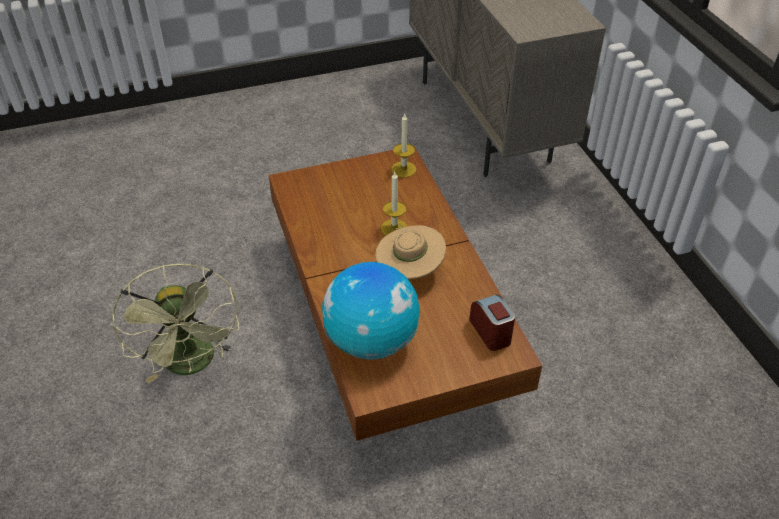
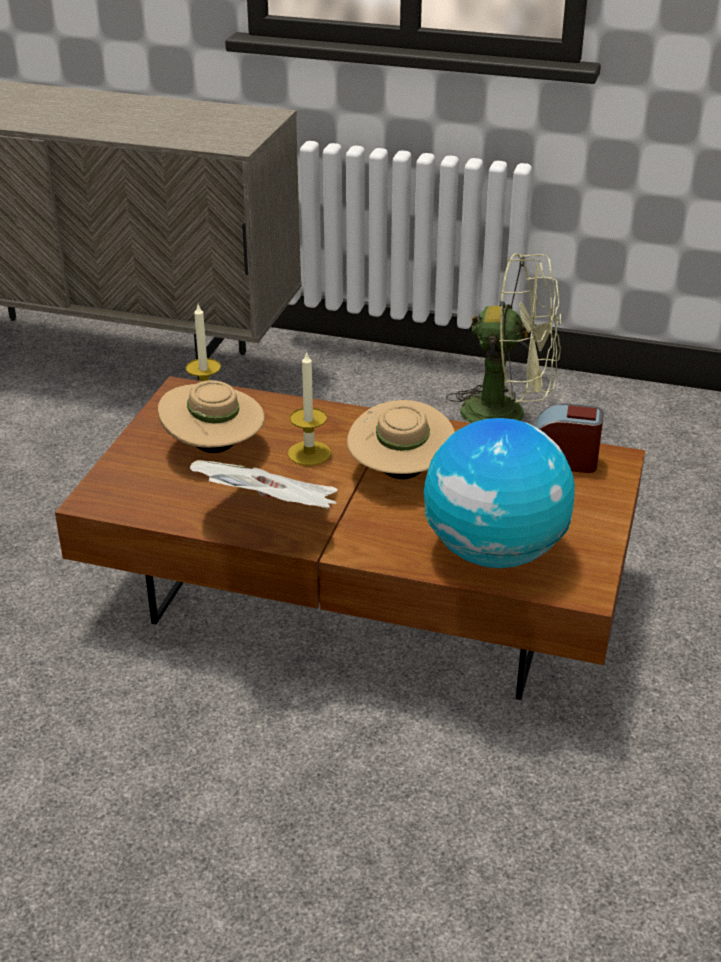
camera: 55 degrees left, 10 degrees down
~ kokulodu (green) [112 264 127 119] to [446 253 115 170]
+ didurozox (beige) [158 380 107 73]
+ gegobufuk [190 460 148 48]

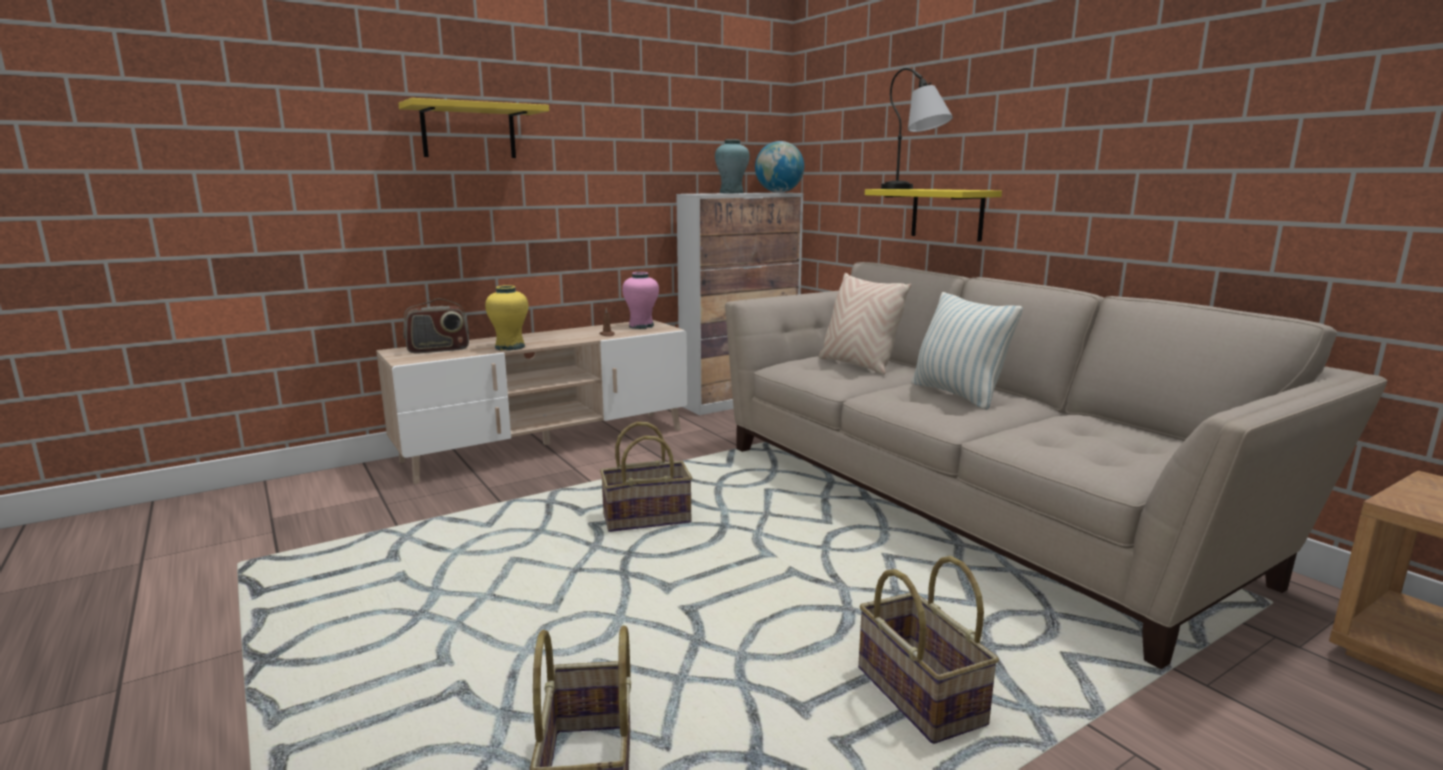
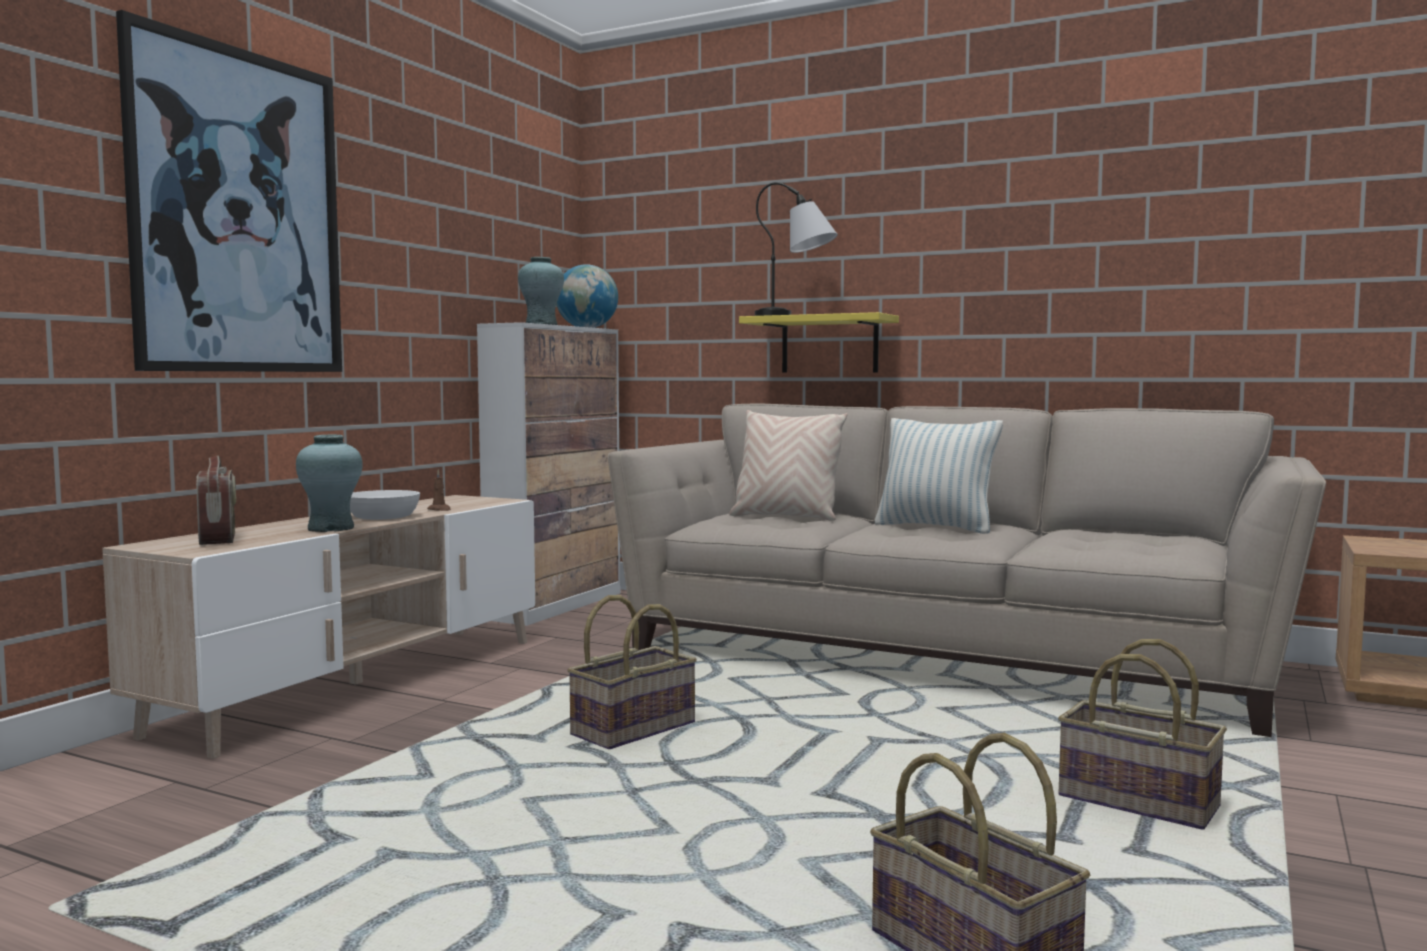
camera: 30 degrees left, 10 degrees down
~ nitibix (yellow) [398 98 151 60] to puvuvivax [116 10 226 362]
~ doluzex [404 298 65 55] = [196 455 40 90] 60 degrees counterclockwise
~ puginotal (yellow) [485 285 44 66] to puginotal (turquoise) [296 434 67 98]
- puginotal (pink) [622 272 37 57]
+ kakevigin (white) [350 490 70 30]

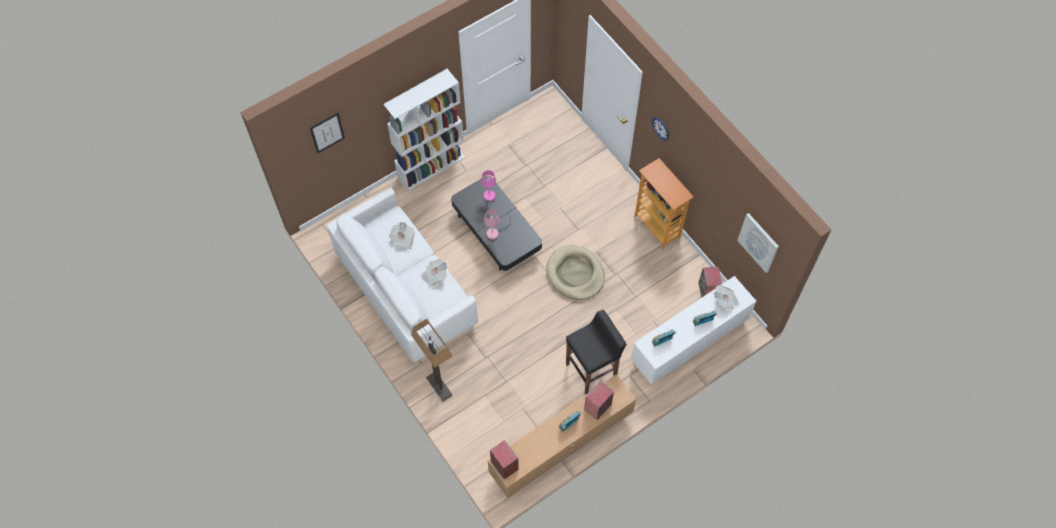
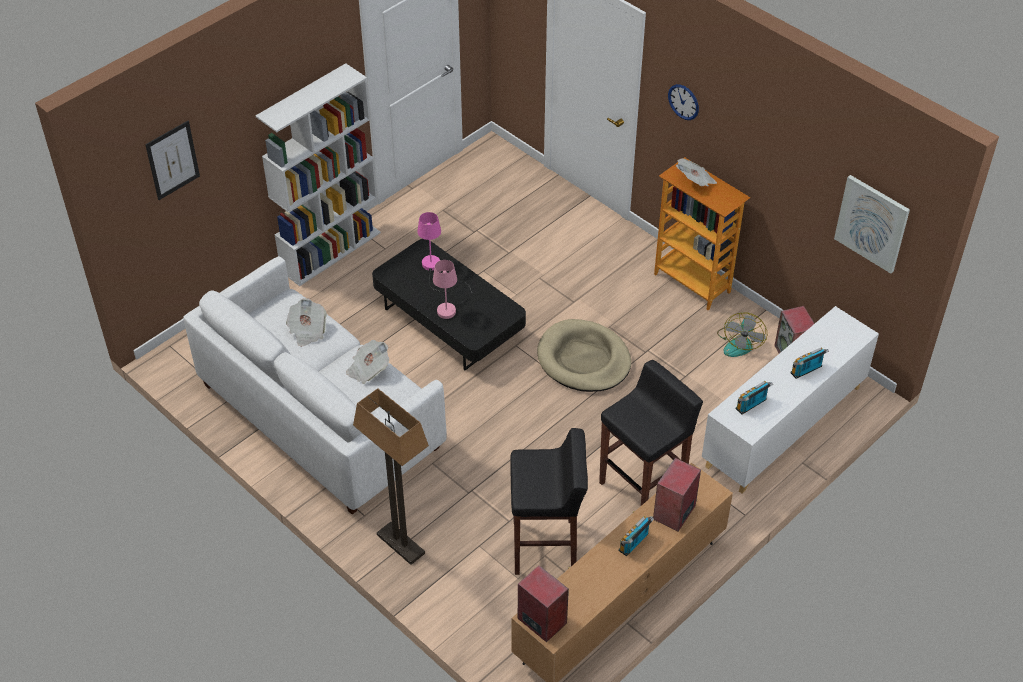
camera: 10 degrees left, 15 degrees down
~ gegobufuk [713 285 27 25] to [676 158 41 29]
+ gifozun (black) [510 428 78 147]
+ kokulodu [717 312 50 45]

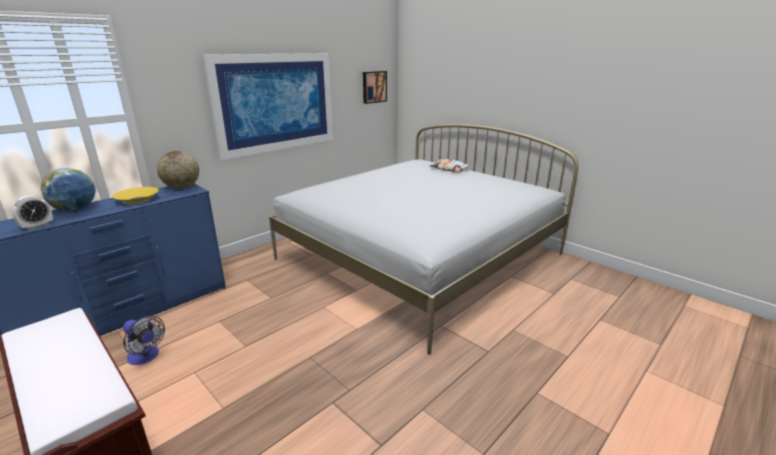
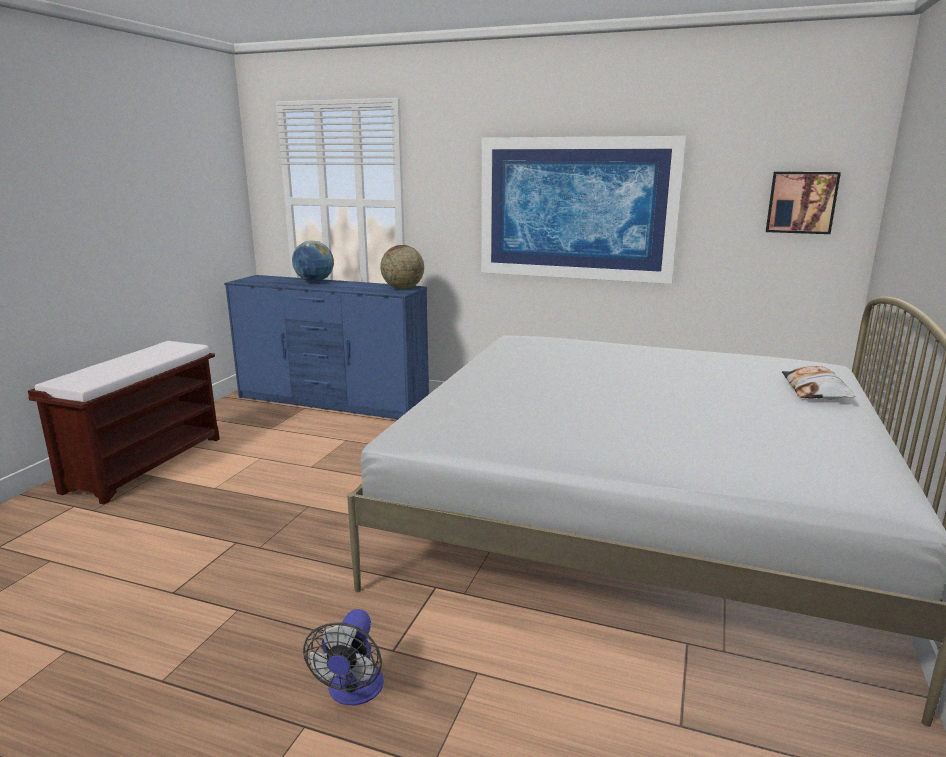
camera: 65 degrees right, 5 degrees down
- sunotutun [12 195 41 35]
- kakevigin (yellow) [112 187 47 17]
~ kokulodu [123 316 42 49] to [303 609 81 96]

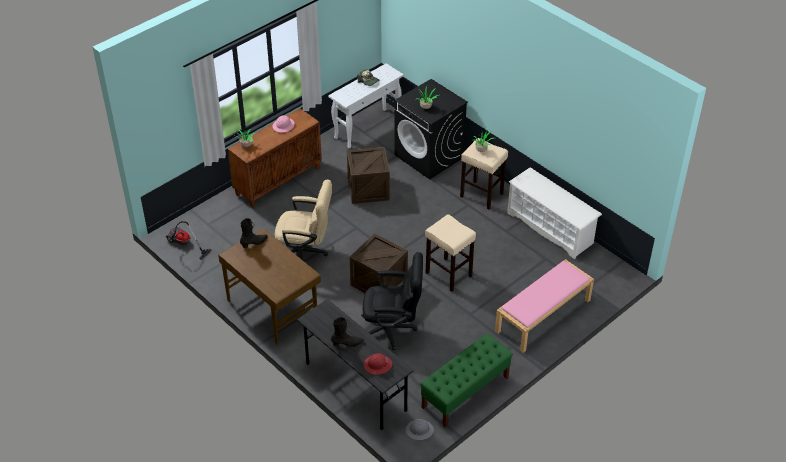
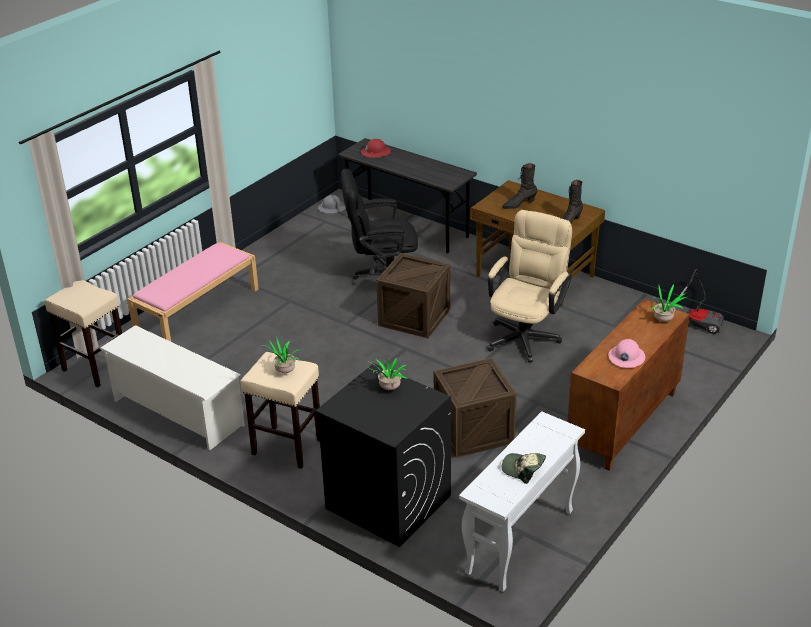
camera: 170 degrees right, 10 degrees down
~ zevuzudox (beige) [275 180 57 80] = [487 210 85 153] 120 degrees clockwise
~ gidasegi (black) [331 317 33 30] to [502 163 35 46]
- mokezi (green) [420 333 93 95]
~ gifozun (beige) [425 214 51 78] to [44 280 78 107]

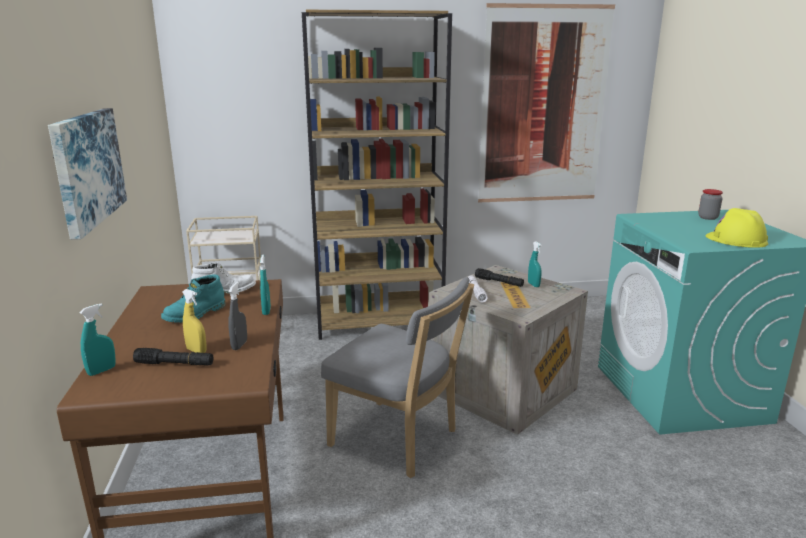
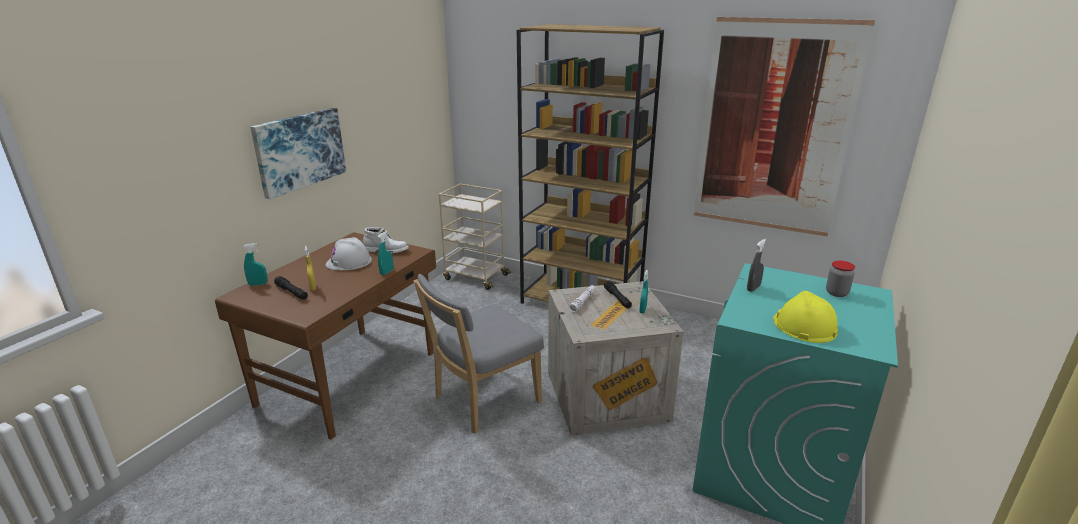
camera: 35 degrees right, 5 degrees up
~ gidasegi (turquoise) [161 274 65 49] to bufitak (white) [326 237 46 34]
~ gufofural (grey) [228 282 19 68] to [747 239 19 53]
~ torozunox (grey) [321 277 153 201] = [414 274 130 160] 75 degrees clockwise

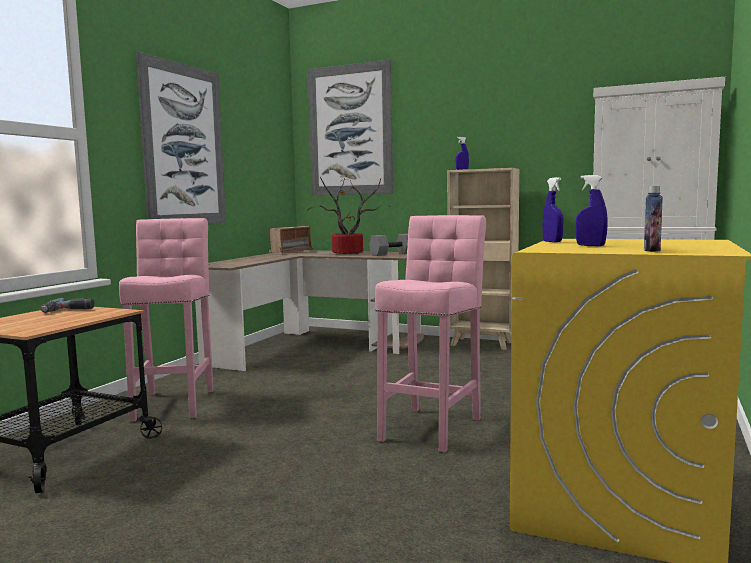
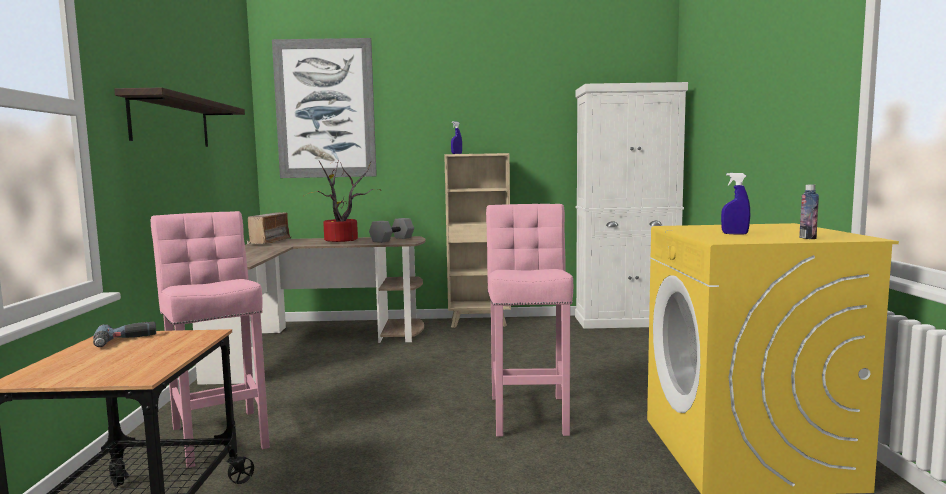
camera: 25 degrees left, 0 degrees up
~ puvuvivax [136 51 90 173] to nitibix [114 88 131 59]
- gufofural (blue) [543 177 21 65]

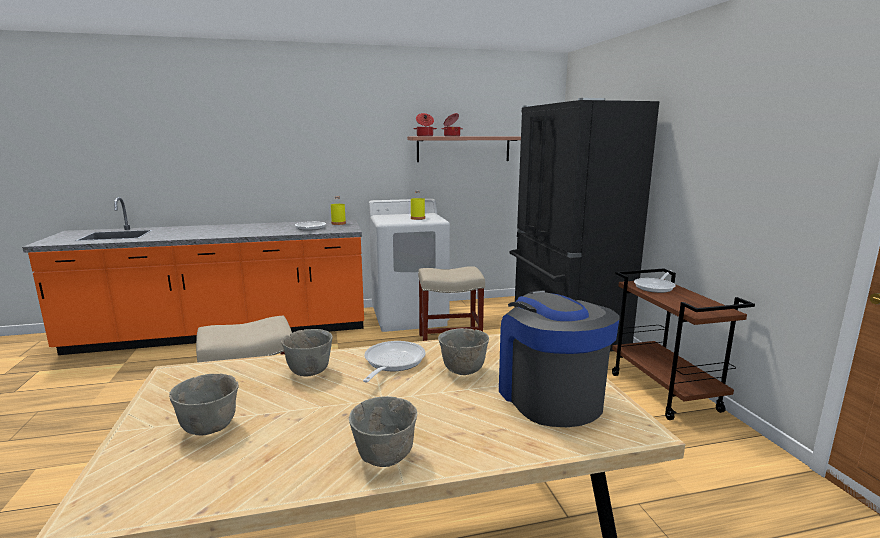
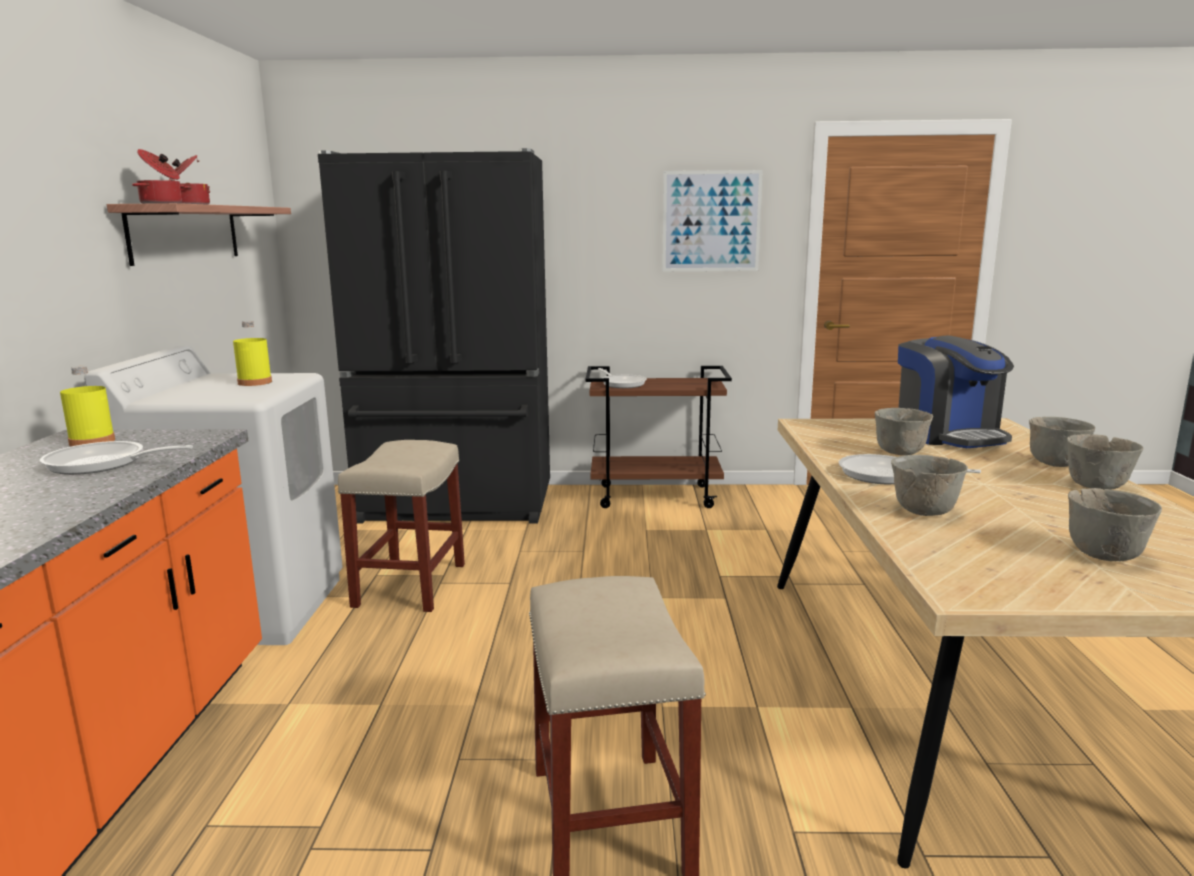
camera: 75 degrees left, 0 degrees up
~ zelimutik [499 290 120 137] = [898 336 116 112] 105 degrees counterclockwise
+ puvuvivax [662 170 101 101]
+ kakevigin (grey) [1029 417 66 50]

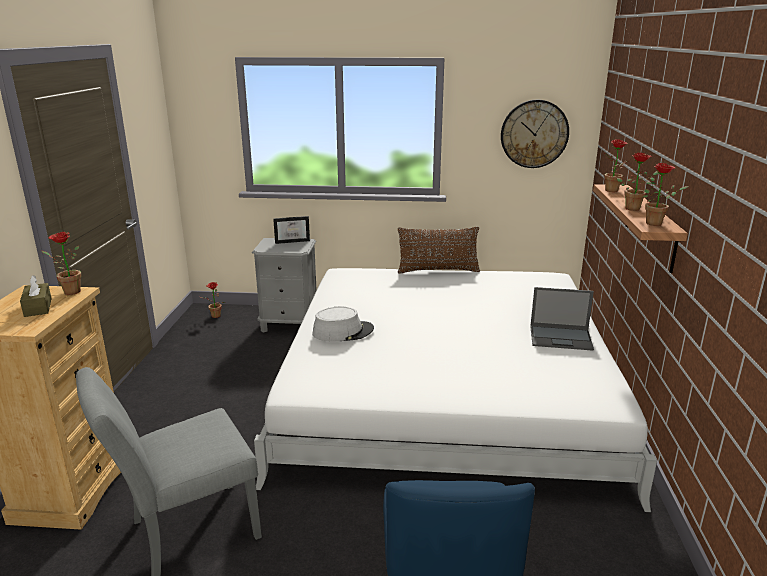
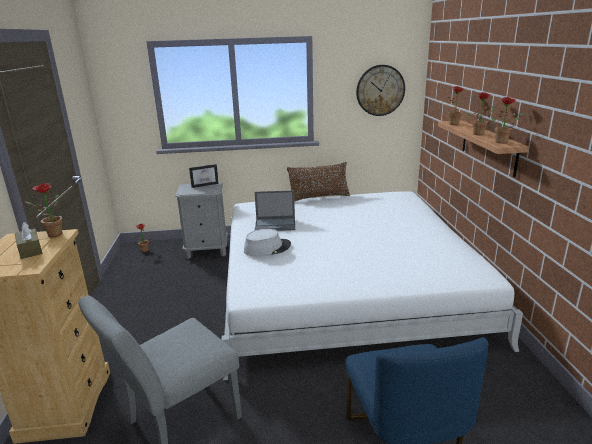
camera: 10 degrees left, 0 degrees up
~ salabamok [530 287 64 64] to [255 190 40 41]

